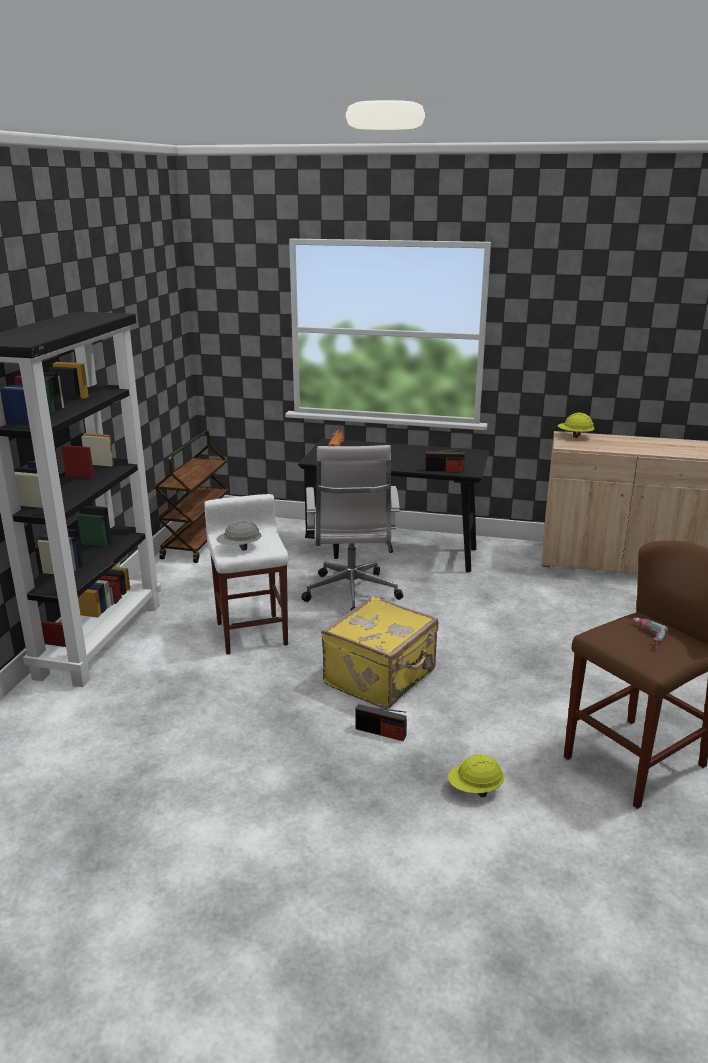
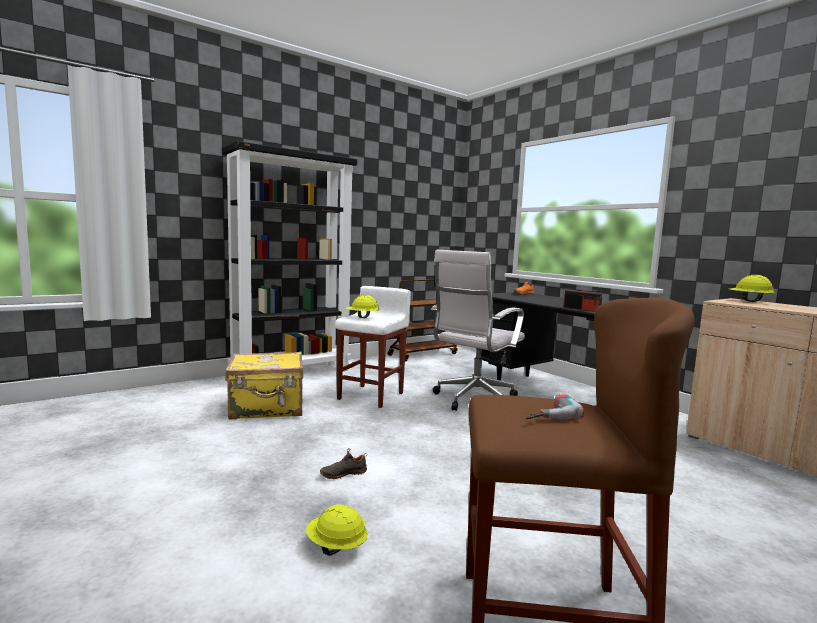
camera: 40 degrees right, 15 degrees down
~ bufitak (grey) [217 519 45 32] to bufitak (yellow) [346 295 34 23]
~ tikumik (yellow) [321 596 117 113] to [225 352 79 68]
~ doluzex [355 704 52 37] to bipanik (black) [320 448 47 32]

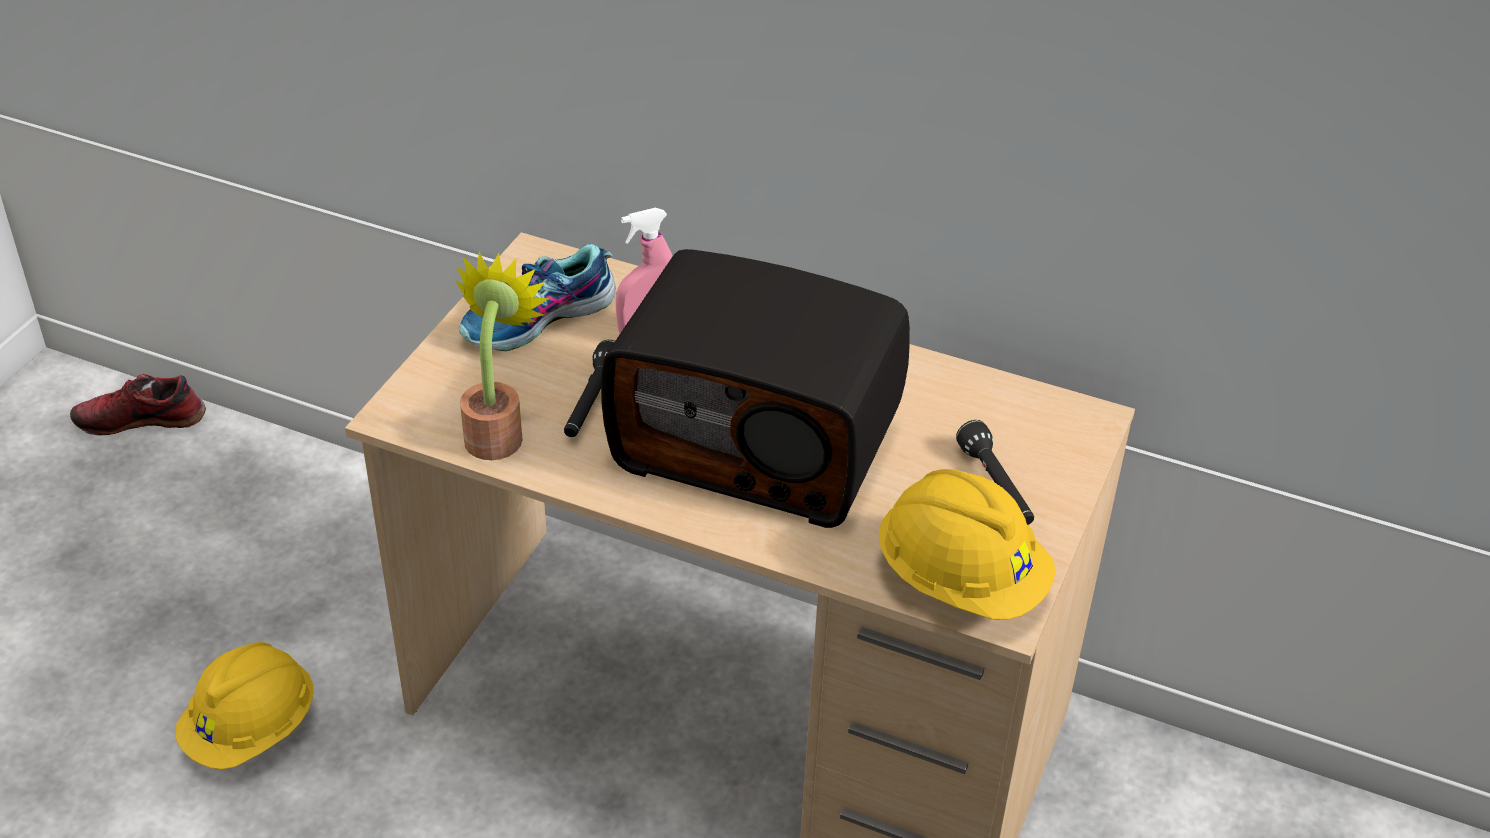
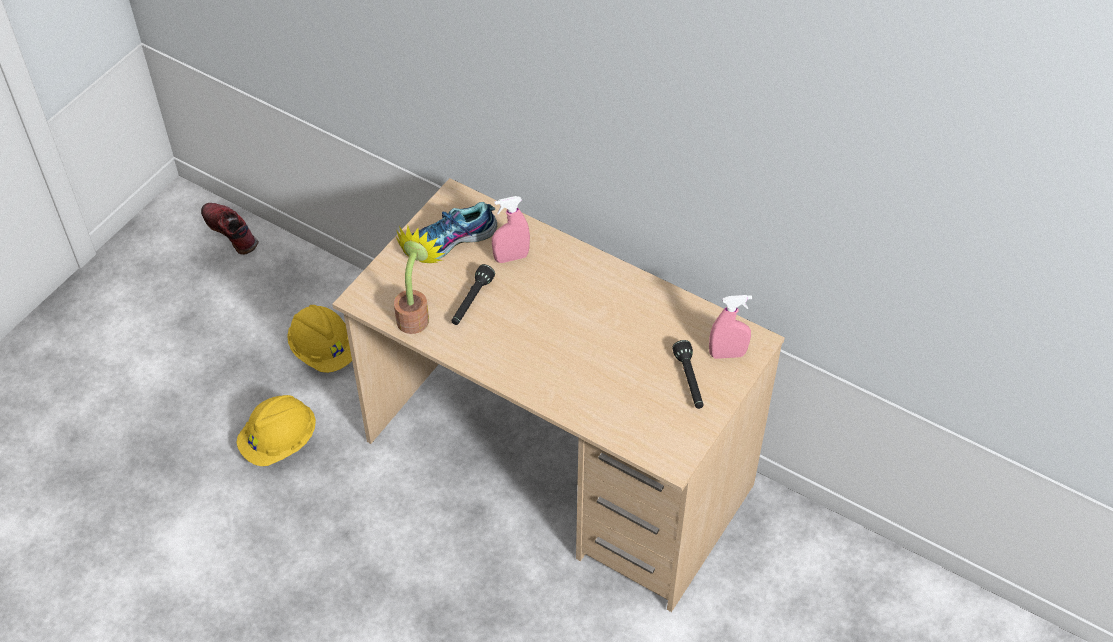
camera: 10 degrees right, 10 degrees up
~ bipanik [70 374 136 62] = [201 203 58 52] 45 degrees clockwise
- doluzex [601 249 309 279]
~ bufitak (yellow) [878 469 178 151] to [287 305 65 68]
+ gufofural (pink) [709 295 43 64]

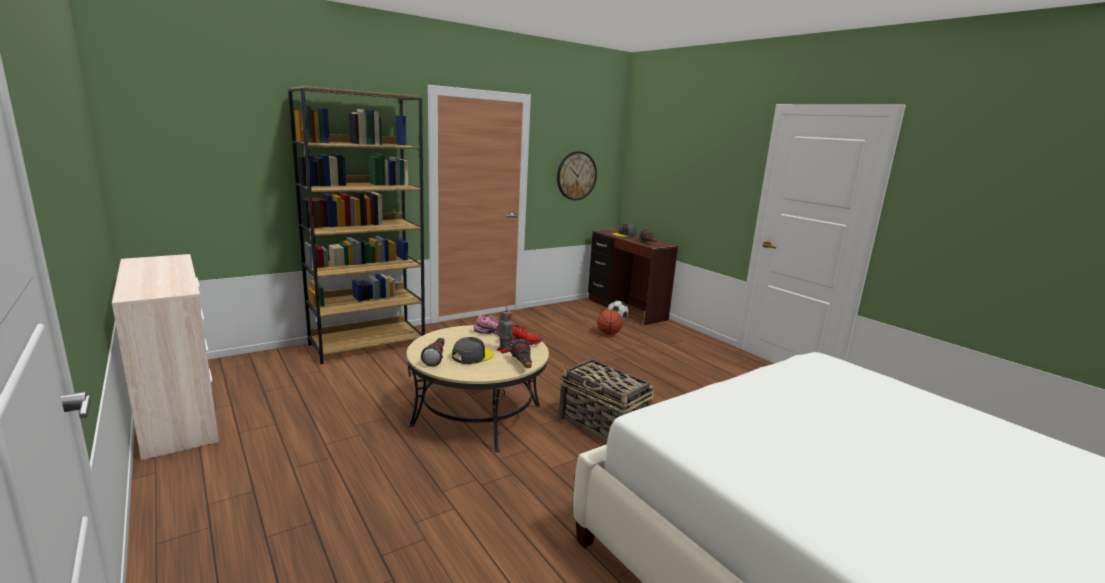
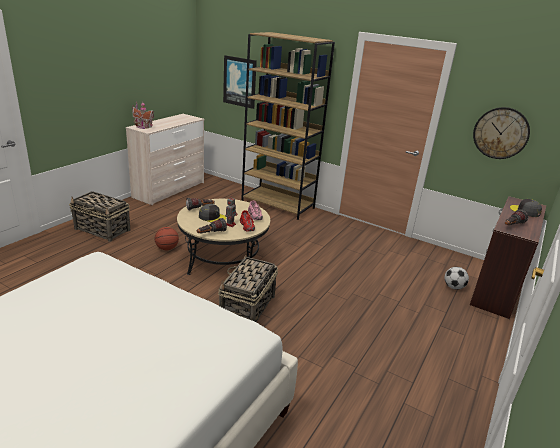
camera: 65 degrees right, 10 degrees up
~ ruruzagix [597 310 26 25] to [155 227 24 23]
+ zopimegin [69 191 61 51]
+ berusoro [132 101 22 28]
+ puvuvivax [223 55 34 54]

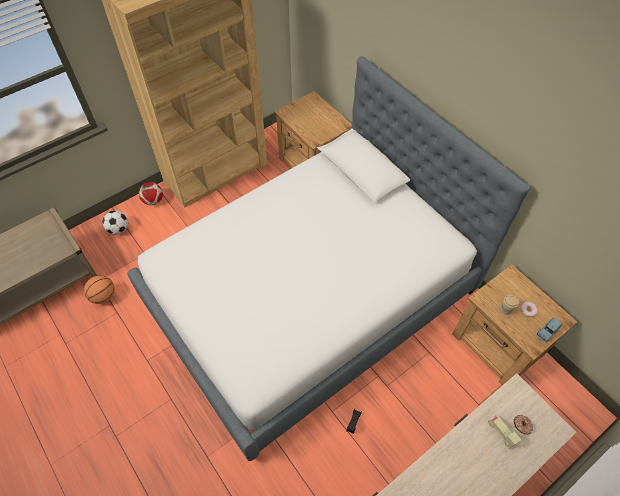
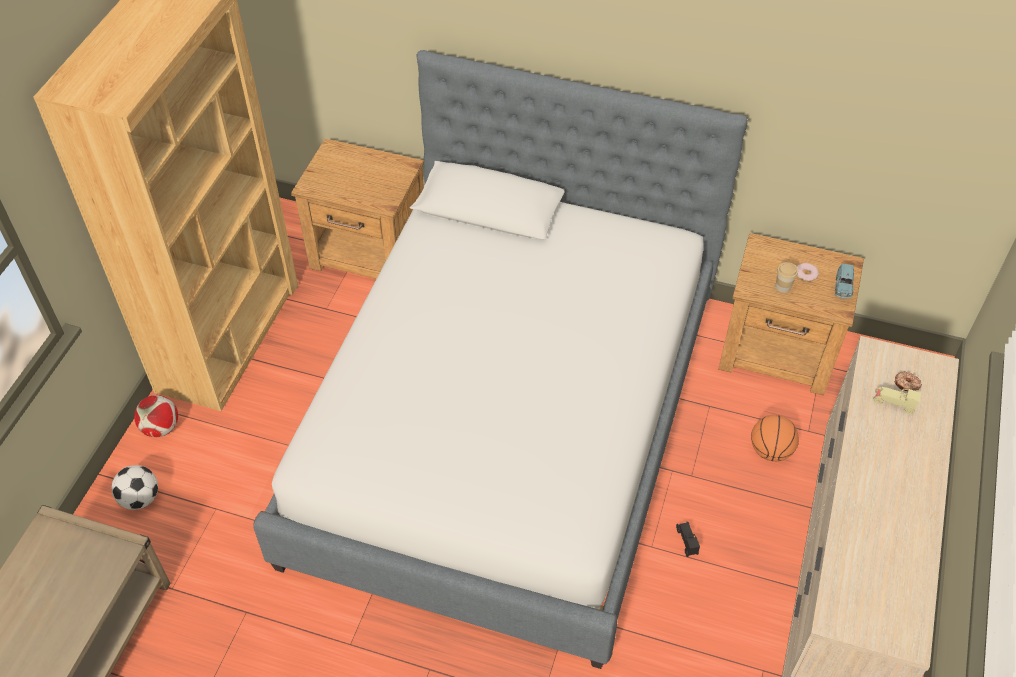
camera: 35 degrees left, 5 degrees down
~ ruruzagix [84 275 31 29] to [751 415 48 47]

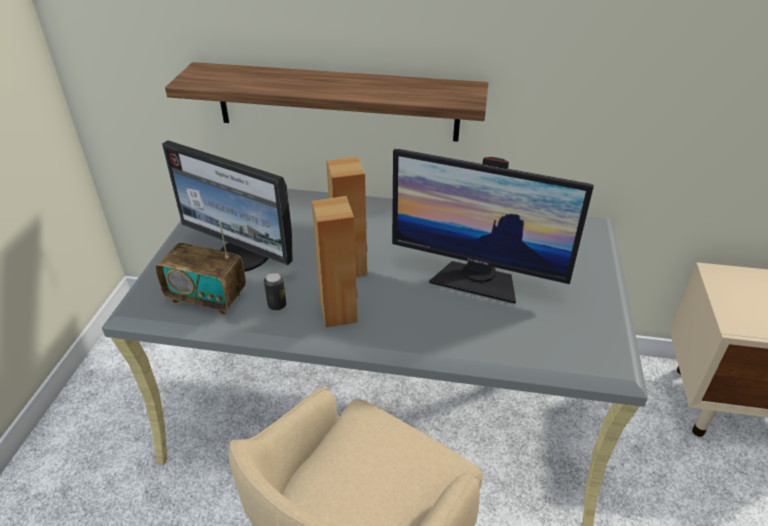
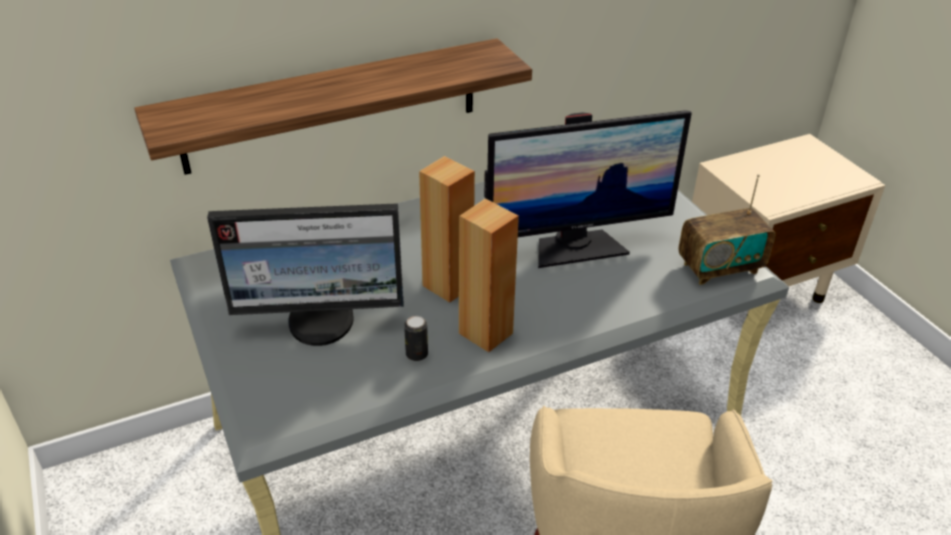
camera: 35 degrees left, 0 degrees up
~ doluzex [156 221 90 94] to [679 174 96 111]

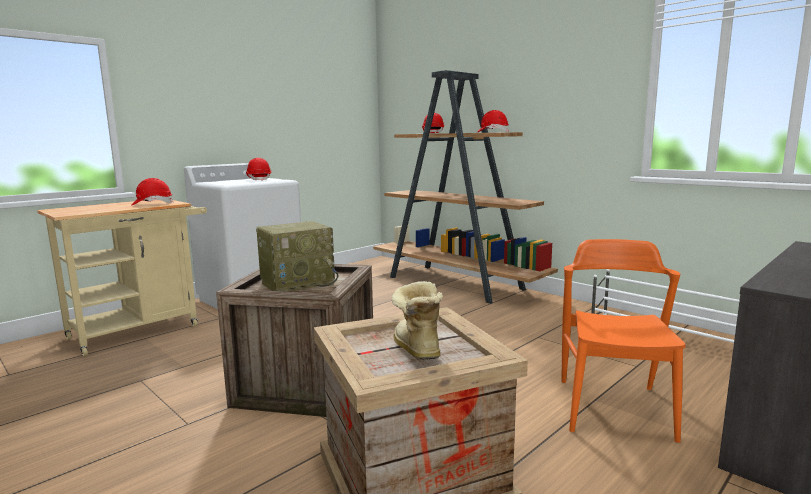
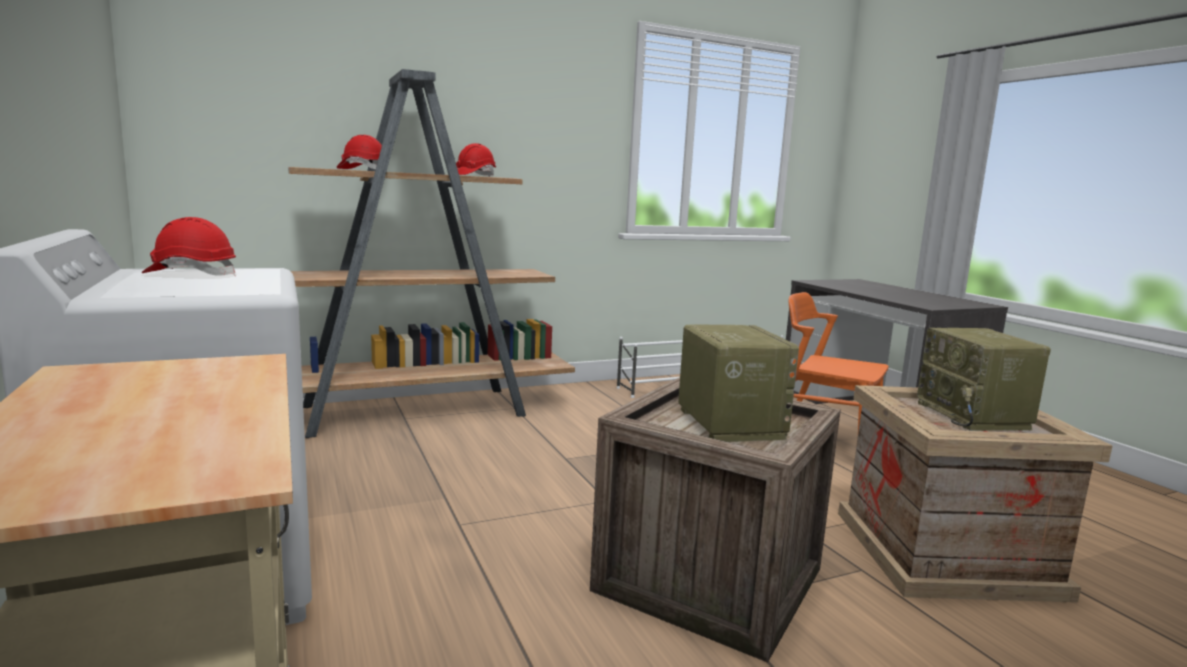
camera: 70 degrees left, 0 degrees up
- bufitak (red) [131 178 42 28]
~ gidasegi [392 281 51 79] to doluzex [917 328 134 103]

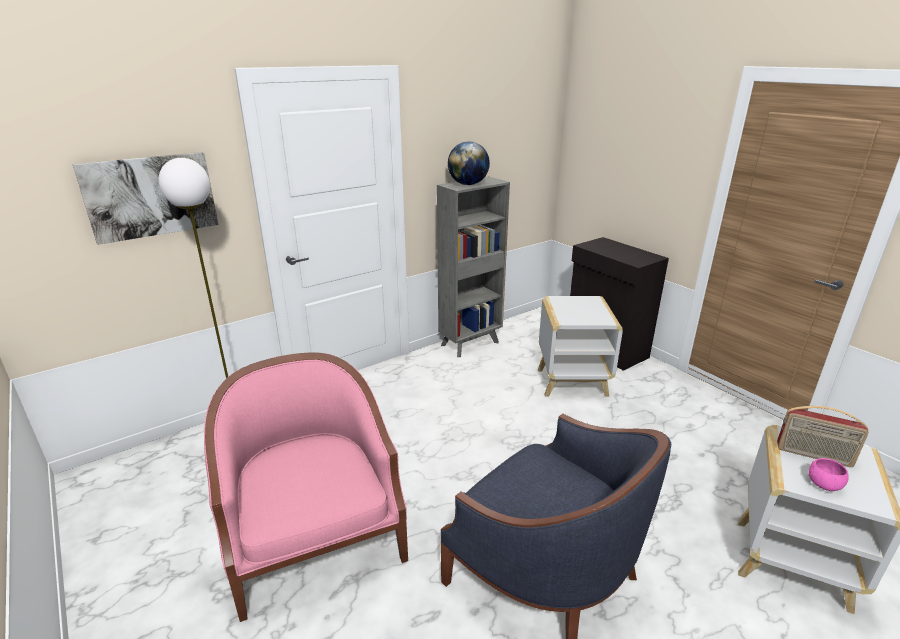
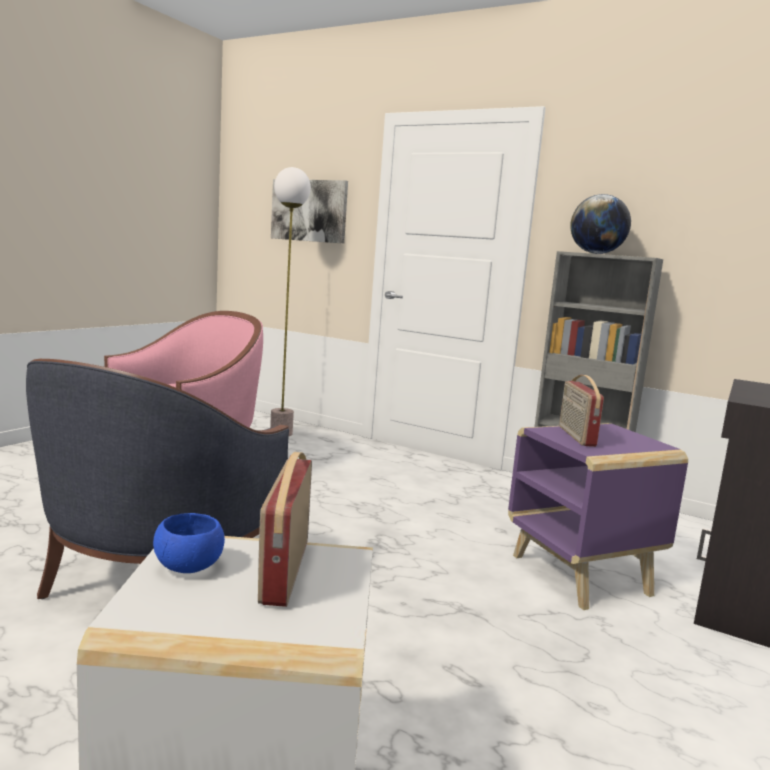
camera: 65 degrees right, 15 degrees down
~ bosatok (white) [538 296 85 101] to bosatok (purple) [508 423 180 187]
~ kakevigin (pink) [808 458 41 33] to kakevigin (blue) [153 513 72 60]
+ doluzex [559 375 45 72]

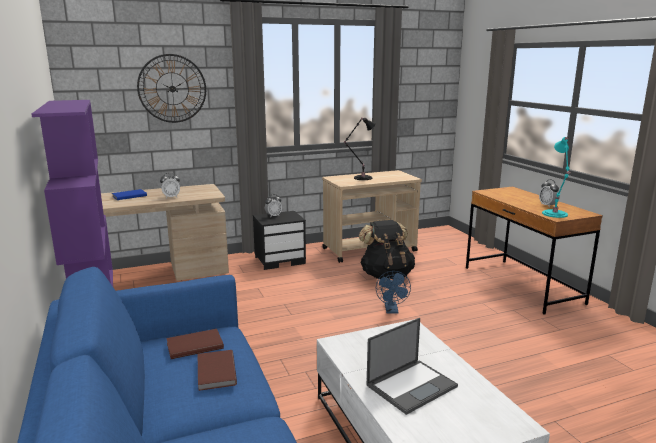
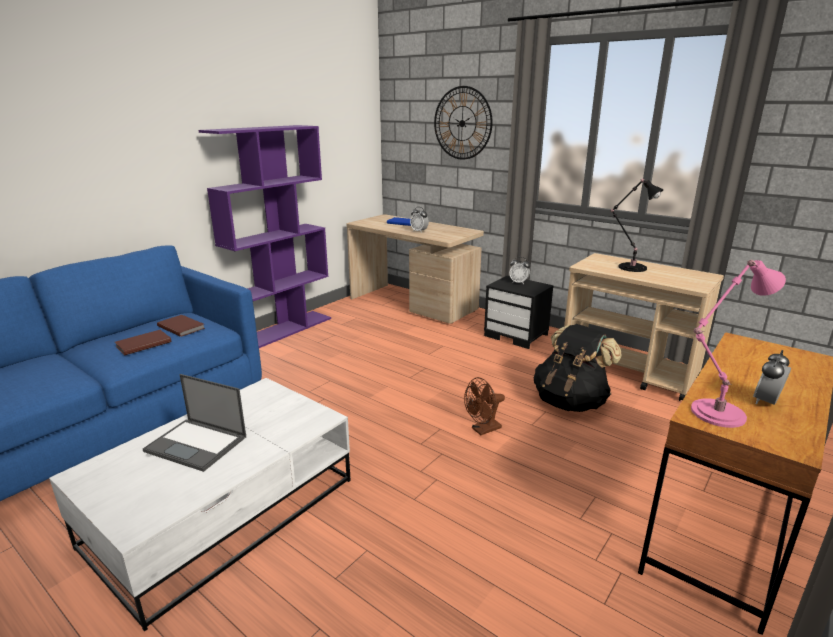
camera: 60 degrees right, 5 degrees up
~ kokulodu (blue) [376 271 35 43] to kokulodu (brown) [464 377 41 58]
~ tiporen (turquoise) [542 137 29 81] to tiporen (pink) [691 260 95 168]

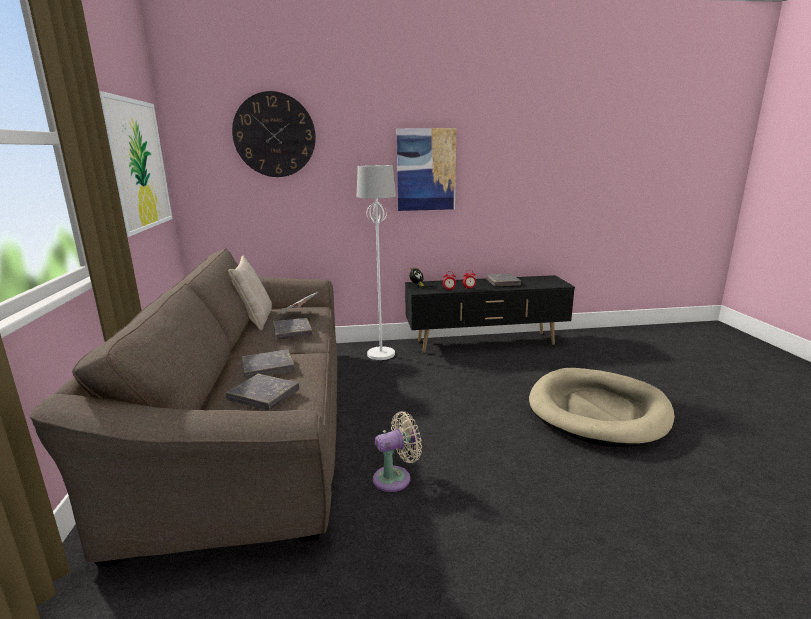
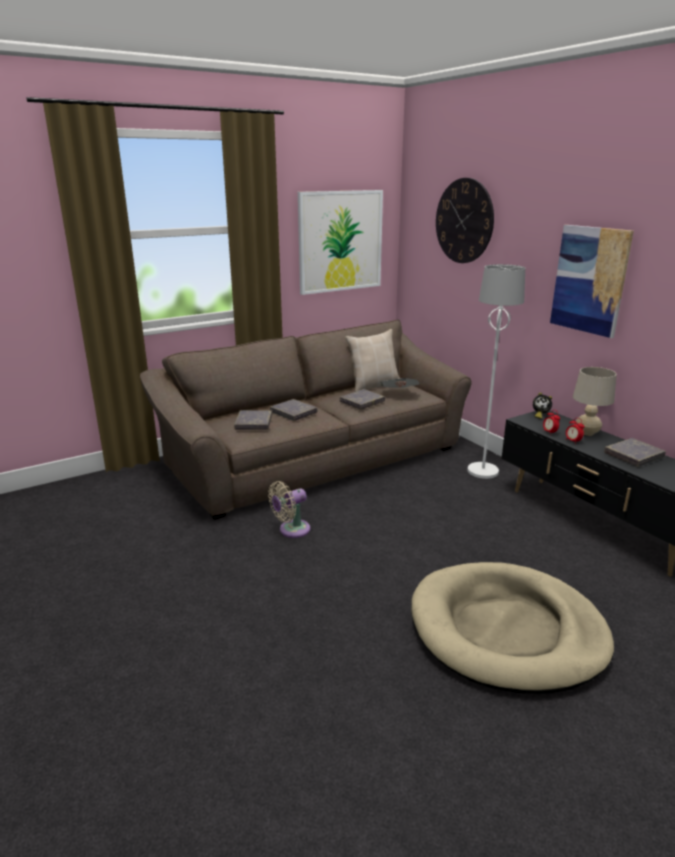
camera: 65 degrees right, 5 degrees up
~ kokulodu (beige) [373 411 49 81] = [268 481 42 57] 105 degrees clockwise
+ tiporen (beige) [573 367 44 69]

